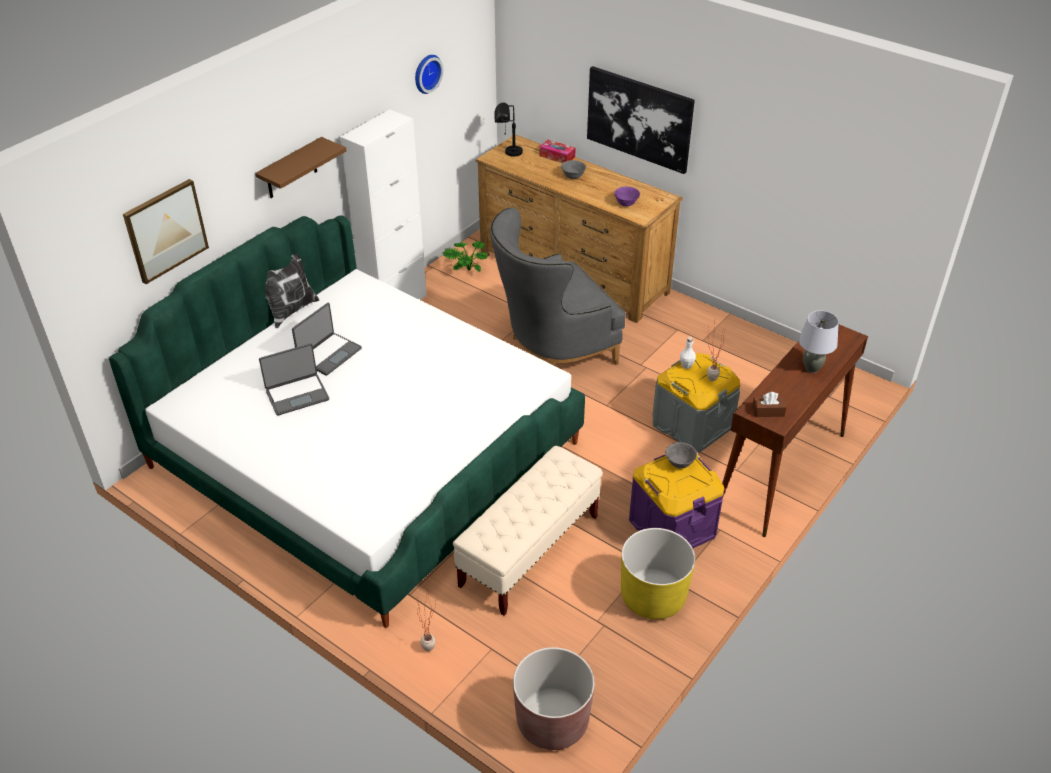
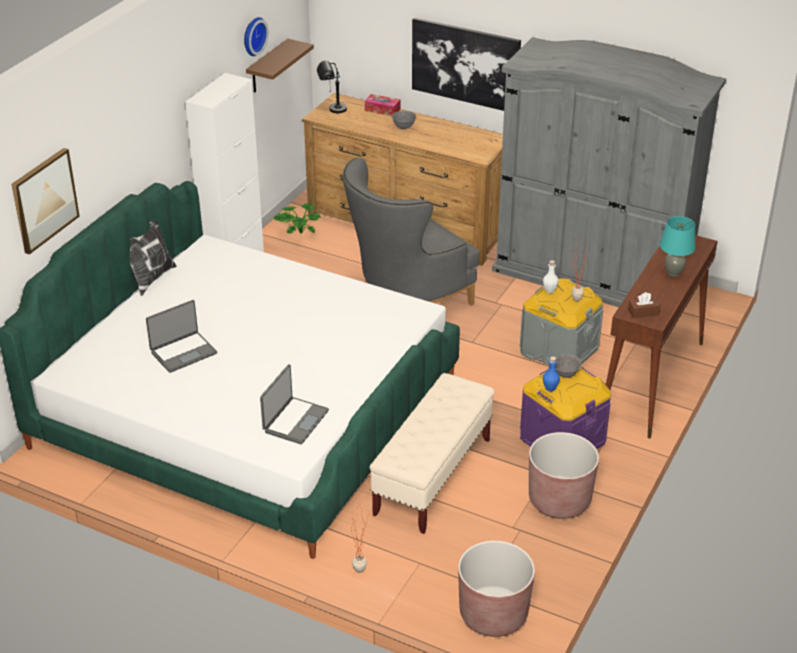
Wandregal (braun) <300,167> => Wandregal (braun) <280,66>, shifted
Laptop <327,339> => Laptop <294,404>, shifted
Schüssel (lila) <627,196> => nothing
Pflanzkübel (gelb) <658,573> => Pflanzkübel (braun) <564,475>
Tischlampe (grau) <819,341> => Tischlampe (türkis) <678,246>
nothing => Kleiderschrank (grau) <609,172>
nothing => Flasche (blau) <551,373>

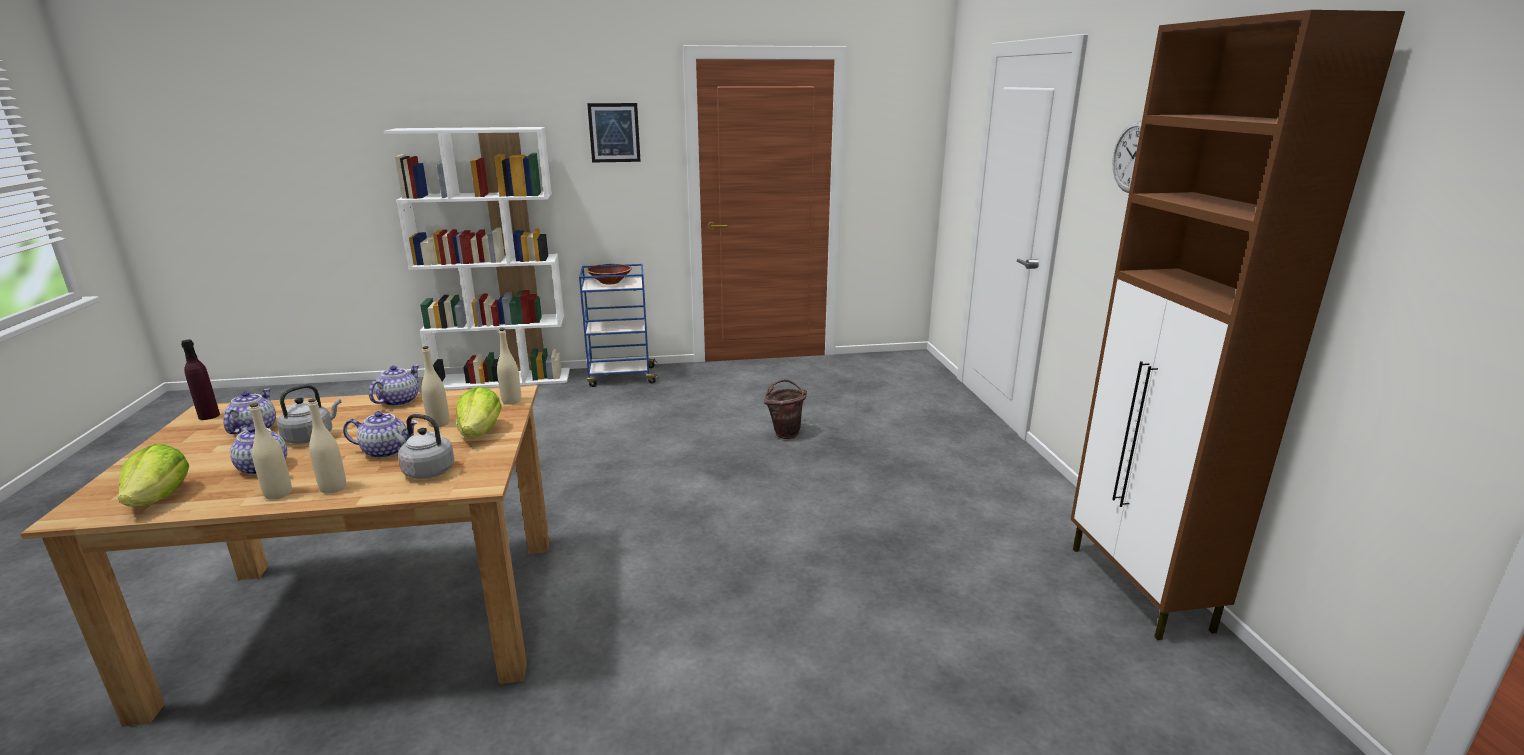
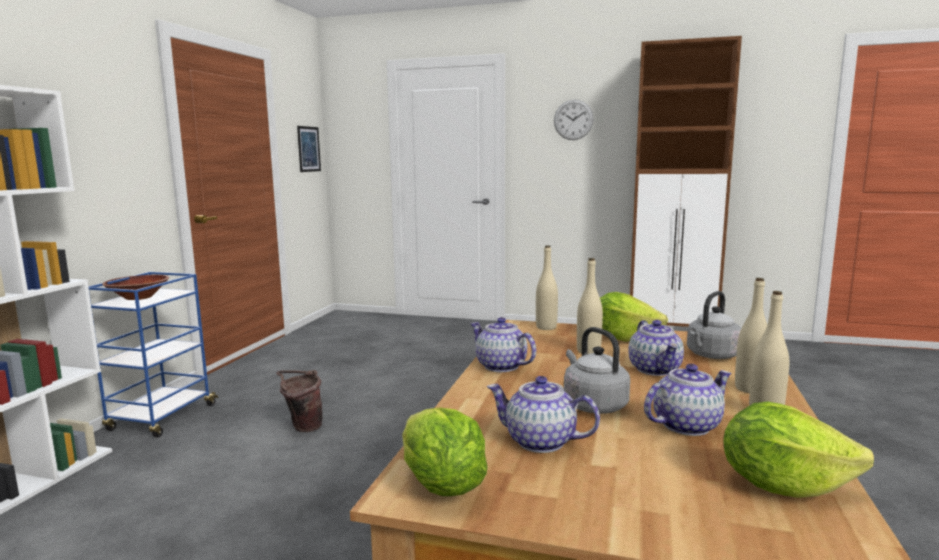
Flasche (lila) <200,379> => Salatkopf <445,451>
Teekanne <380,434> => Teekanne <656,348>, 150 degrees clockwise
Bild <614,132> => Bild <309,149>, shifted
Eimer (braun) <785,409> => Eimer (braun) <299,401>, shifted

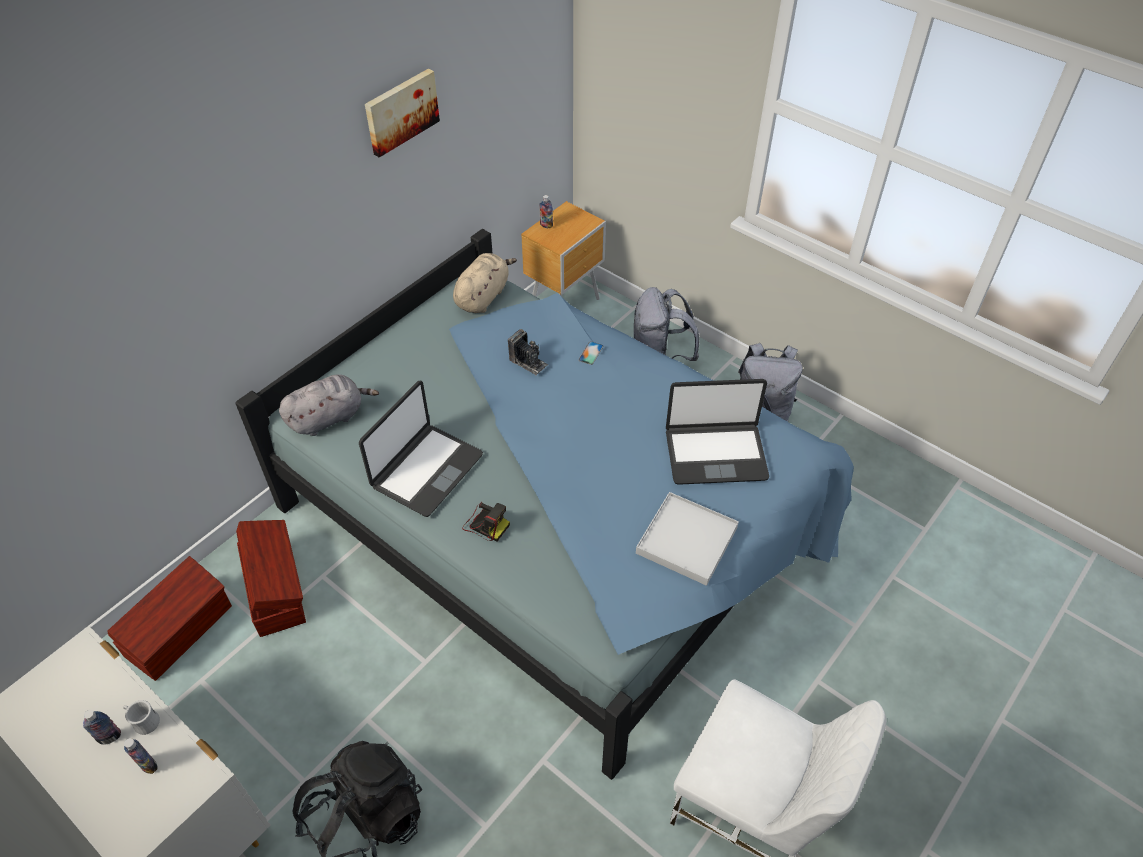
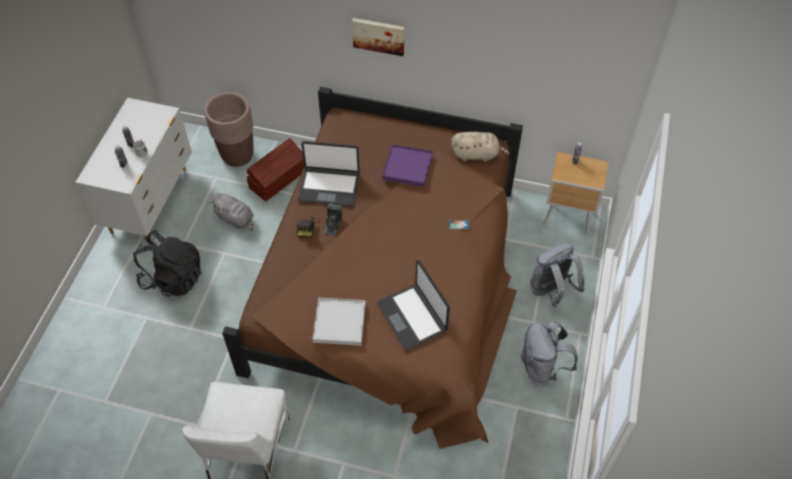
Aufbewahrungsbox (braun) <169,618> => Pflanzkübel (braun) <229,129>
Bett (blau) <544,504> => Bett (braun) <372,268>
Plüschtier (grau) <329,405> => Plüschtier (grau) <231,212>, shifted
Bild <402,113> => Bild <378,37>, shifted
Kamera <528,352> => Kamera <333,219>, shifted
nothing => Tablett (lila) <407,165>

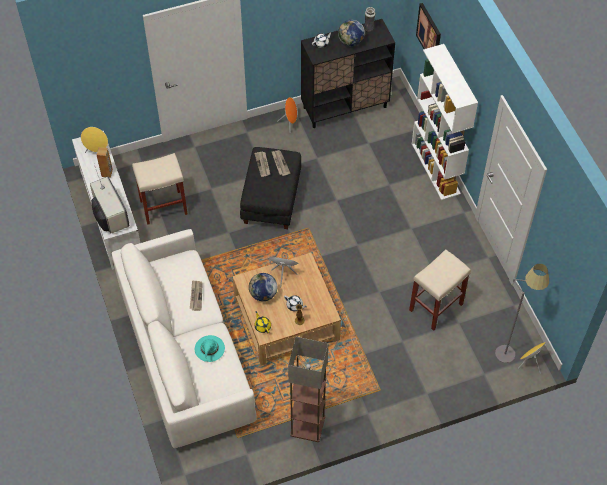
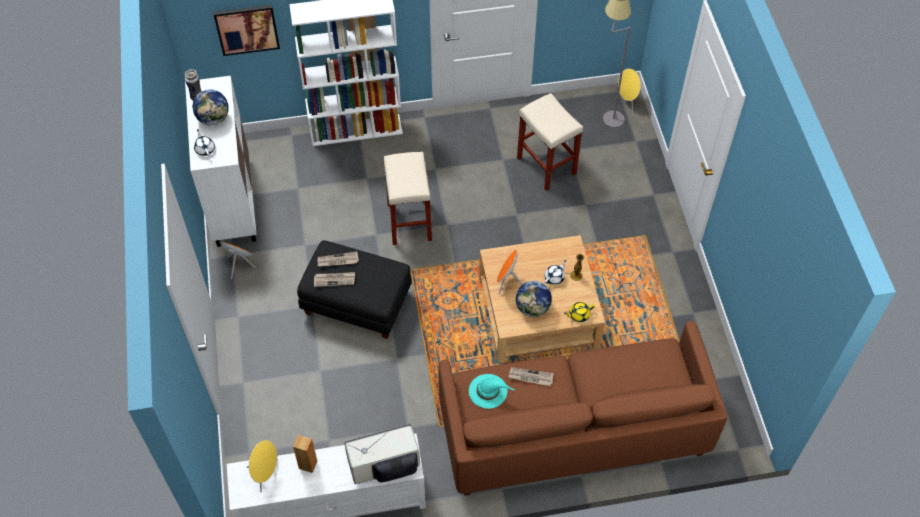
Sofa (weiß) <184,338> => Sofa (braun) <582,408>
Hocker (beige) <160,189> => Hocker (beige) <407,198>, shifted
Hut (türkis) <210,348> => Hut (türkis) <492,391>, shifted
Stehlampe <308,389> => nothing
Schrank (schwarz) <348,73> => Schrank (weiß) <221,161>

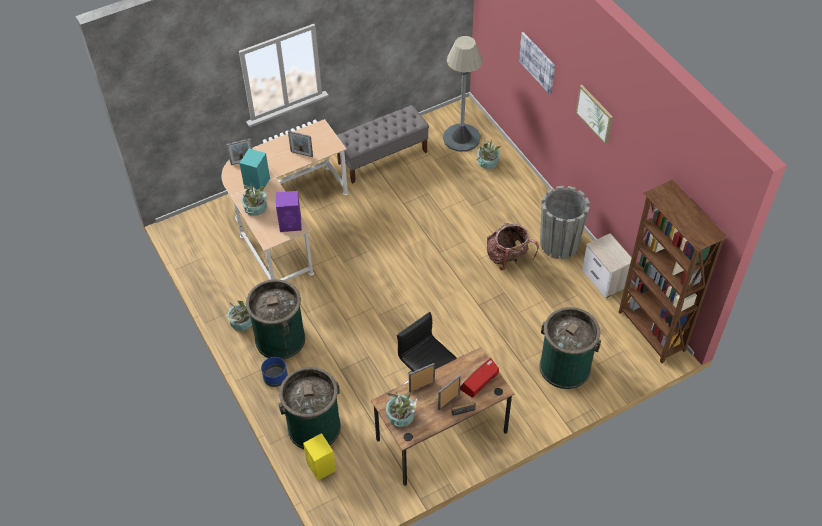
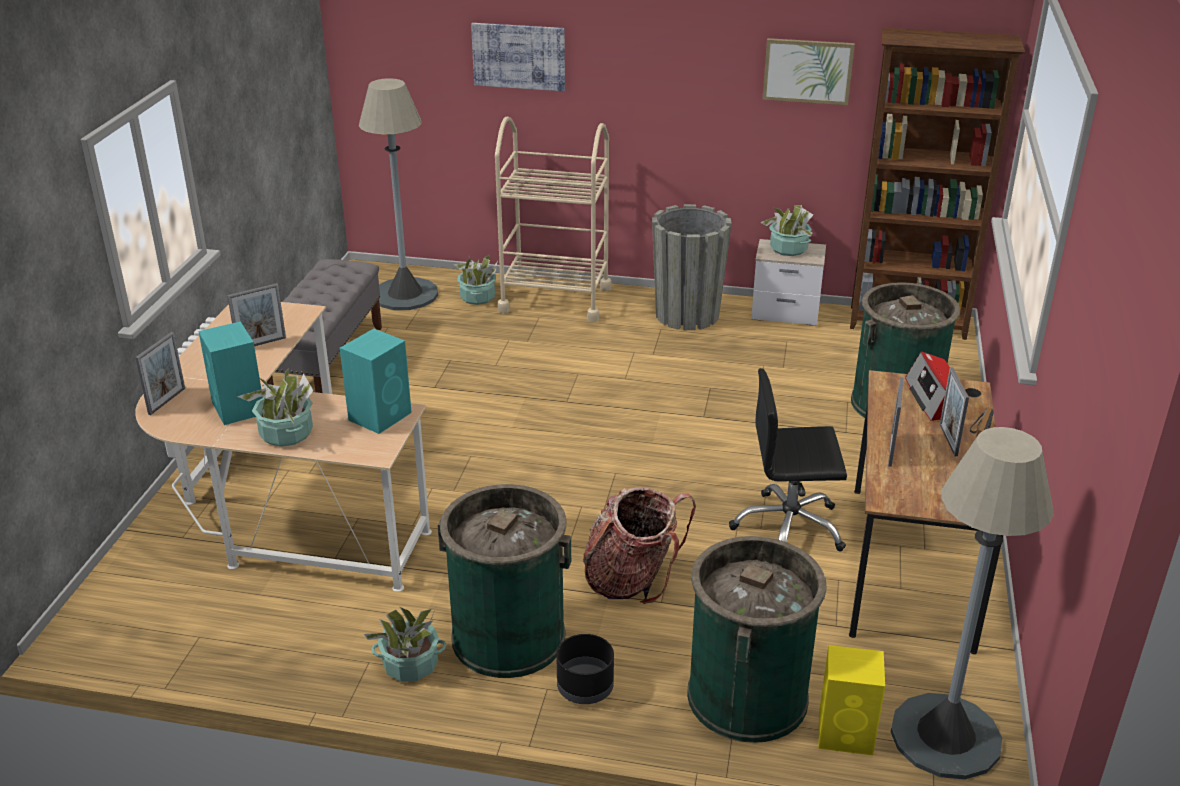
Pflanzkübel (blau) <274,372> => Pflanzkübel (schwarz) <585,669>
Lautsprecher (lila) <289,211> => Lautsprecher (türkis) <376,381>
Topfpflanze <401,409> => Topfpflanze <786,230>, shifted
Rucksack <513,247> => Rucksack <639,545>, shifted
Bild <594,115> => Bild <808,71>, shifted
nothing => Rollwagen (beige) <553,219>
nothing => Stehlampe (grau) <972,603>

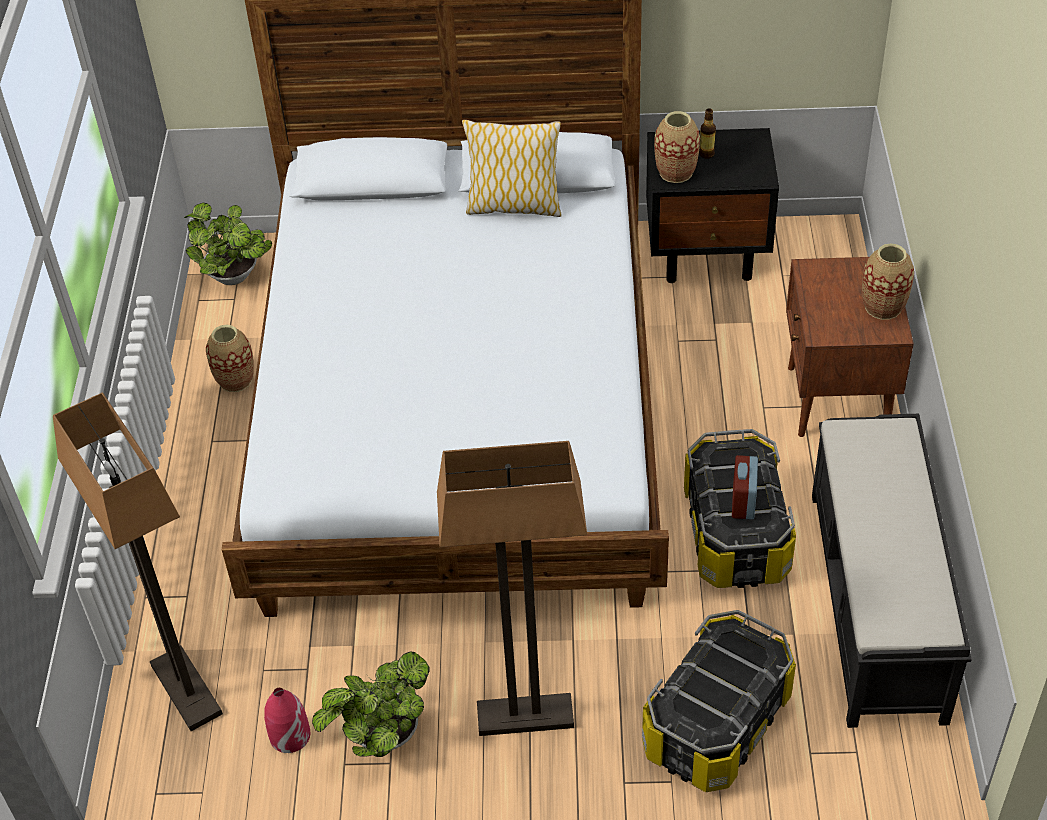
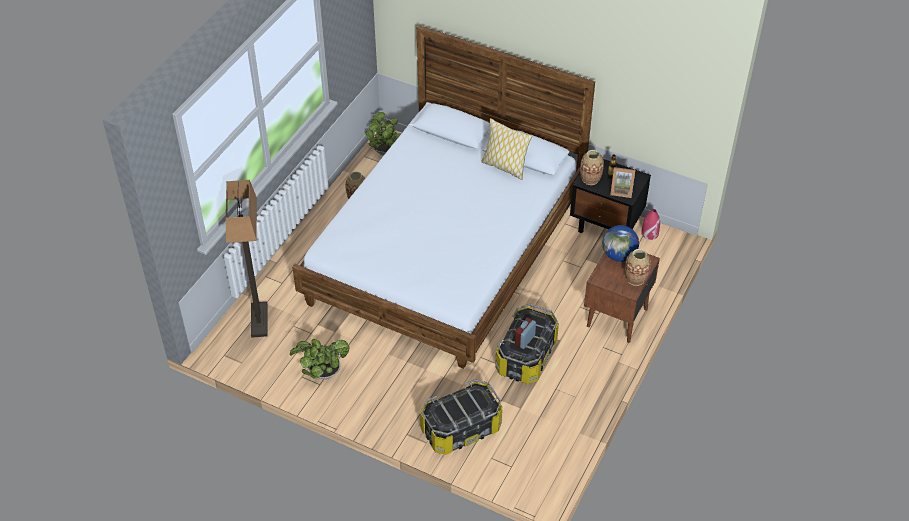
Vase (rot) <287,720> => Vase (rot) <650,224>, shifted
Stehlampe <512,588> => nothing
Bank (schwarz) <892,571> => nothing
nothing => Globus <620,243>
nothing => Bilderrahmen <622,182>

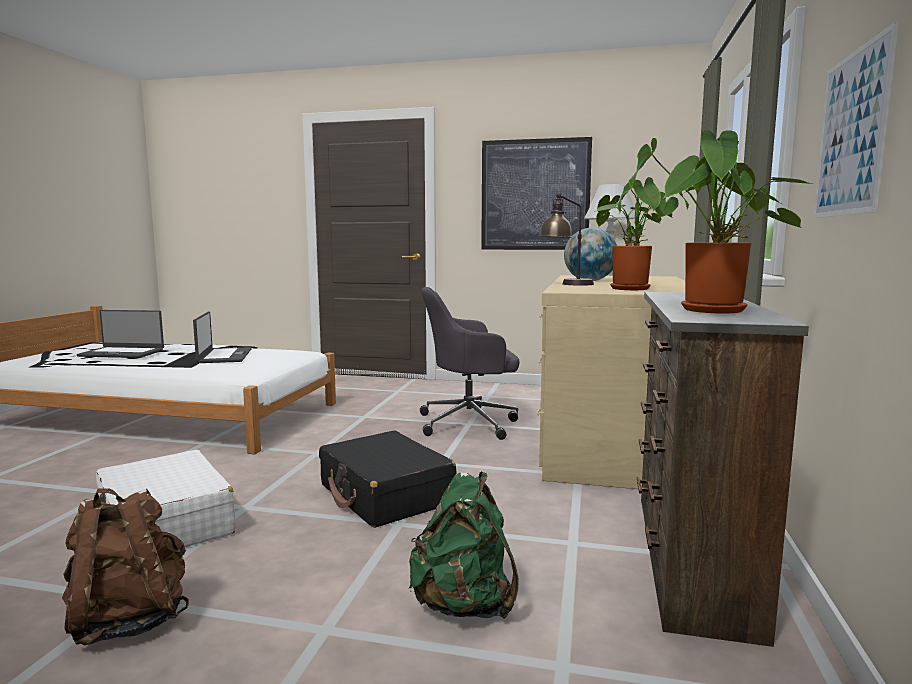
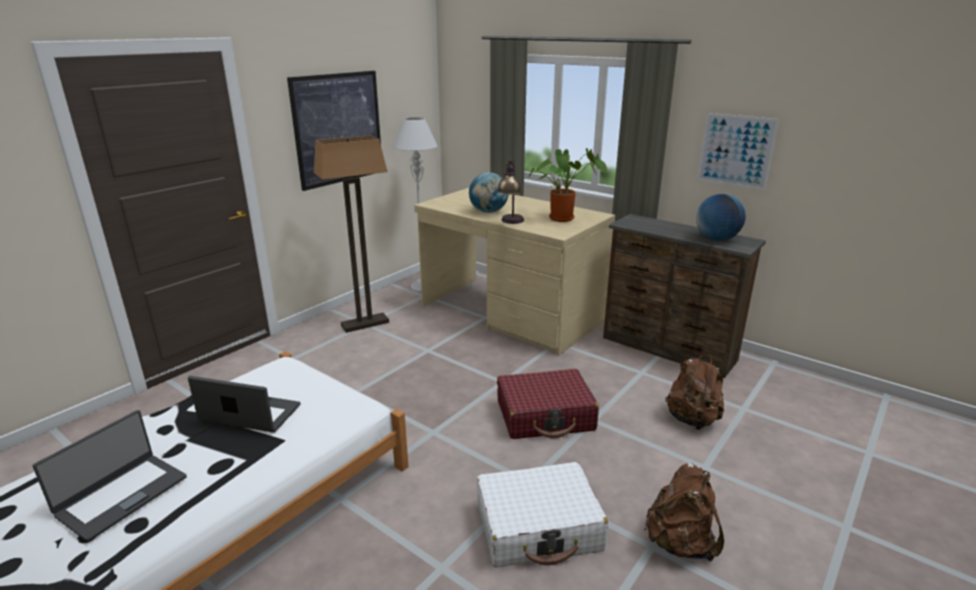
Koffer (schwarz) <388,479> => Koffer (rot) <548,404>
Rucksack (grün) <463,545> => Rucksack (braun) <694,391>
Bürostuhl (grau) <470,363> => nothing
Topfpflanze <720,222> => Globus <721,217>
nothing => Stehlampe <351,234>

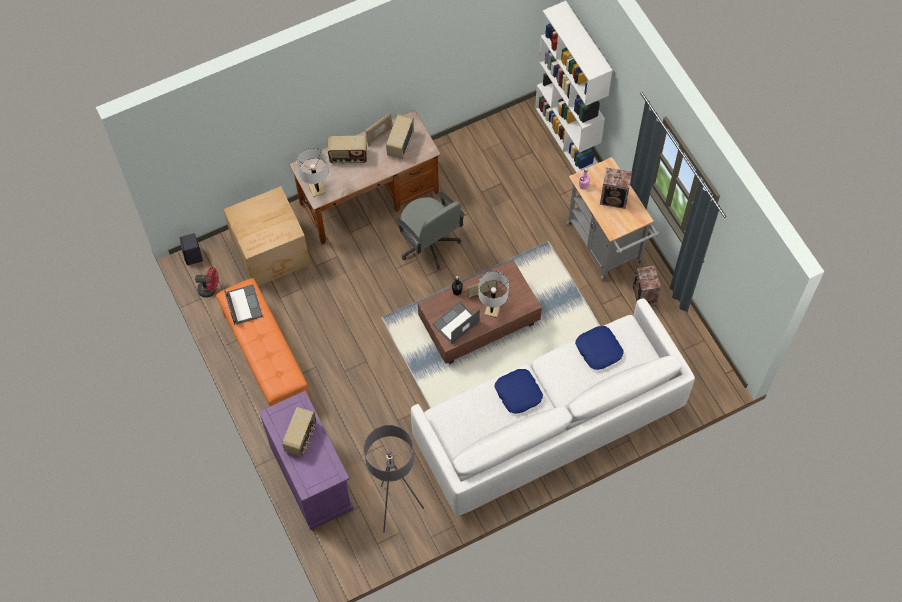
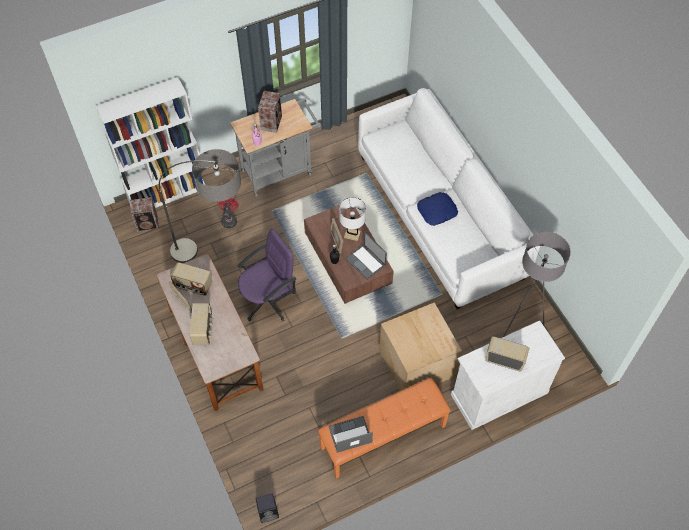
Ventilator (rot) <207,282> => Ventilator (rot) <228,213>, shifted
Karton <267,236> => Karton <420,346>, shifted
Schrank (lila) <306,460> => Schrank (weiß) <508,375>
Tischlampe (weiß) <313,172> => nothing
Bürostuhl (grau) <430,231> => Bürostuhl (lila) <266,275>
Kissen (blau) <599,348> => nothing
Lautsprecher <646,285> => Lautsprecher <144,214>, shifted
nothing => Stehlampe <200,206>

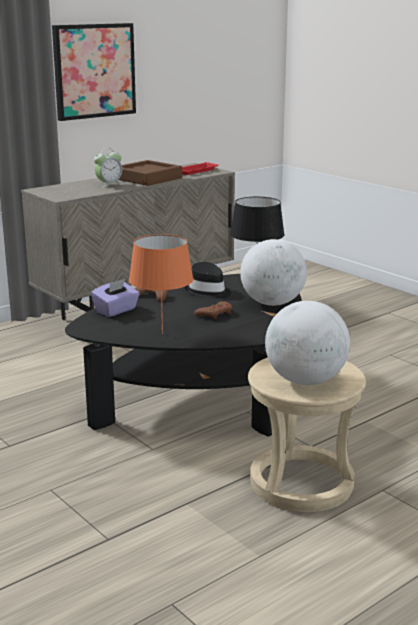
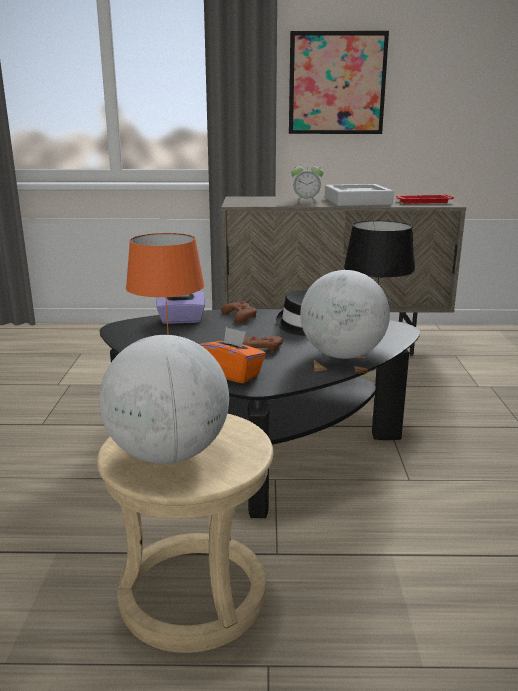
Tablett (braun) <150,173> => Tablett (grau) <359,195>
nothing => Taschentuchbox (orange) <232,355>

